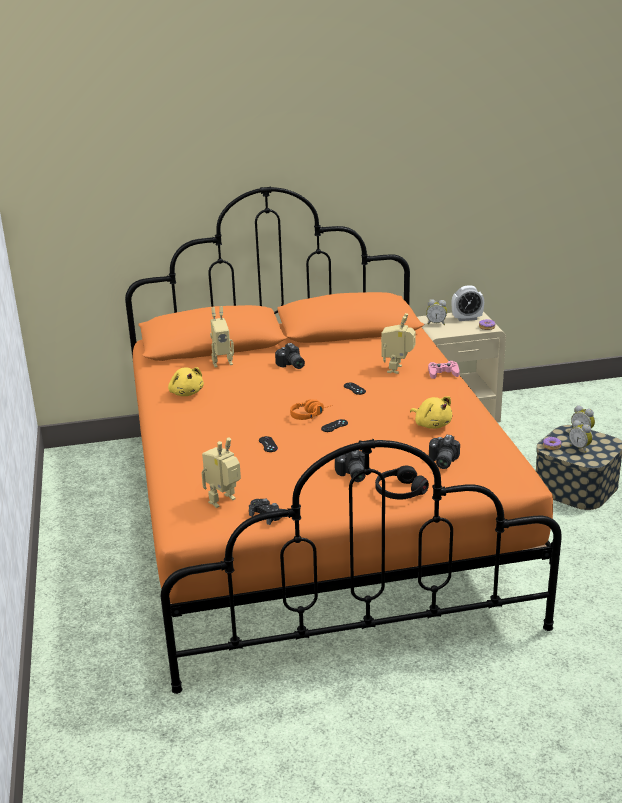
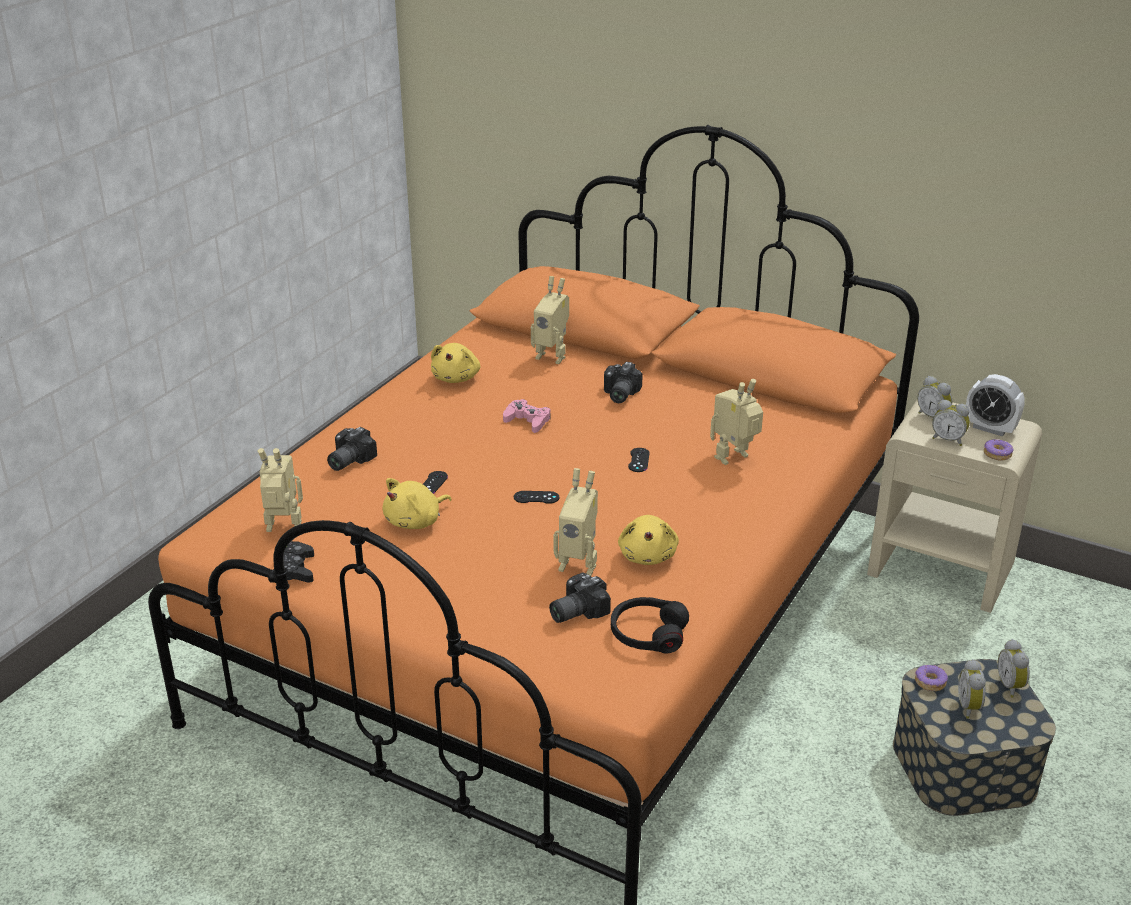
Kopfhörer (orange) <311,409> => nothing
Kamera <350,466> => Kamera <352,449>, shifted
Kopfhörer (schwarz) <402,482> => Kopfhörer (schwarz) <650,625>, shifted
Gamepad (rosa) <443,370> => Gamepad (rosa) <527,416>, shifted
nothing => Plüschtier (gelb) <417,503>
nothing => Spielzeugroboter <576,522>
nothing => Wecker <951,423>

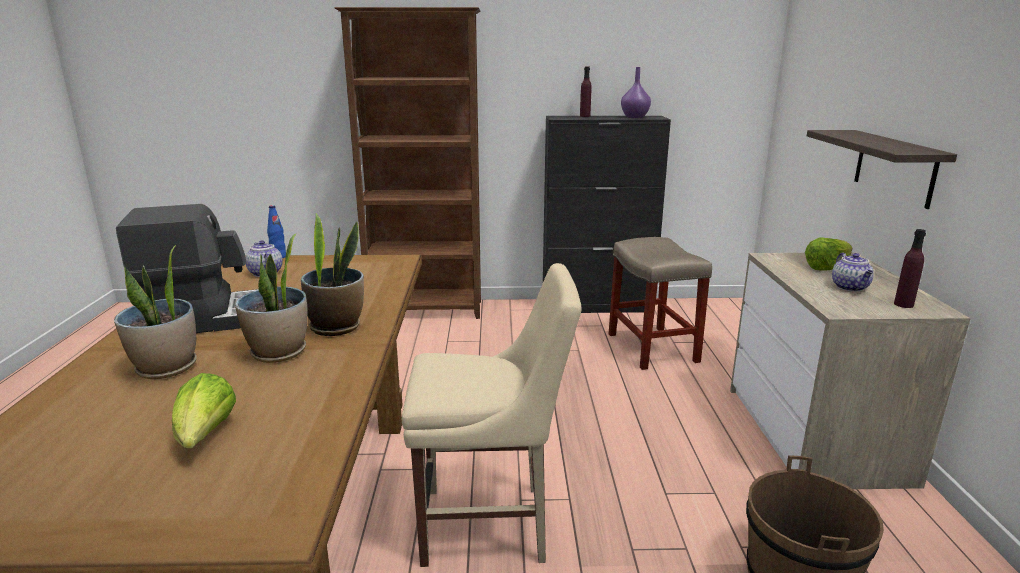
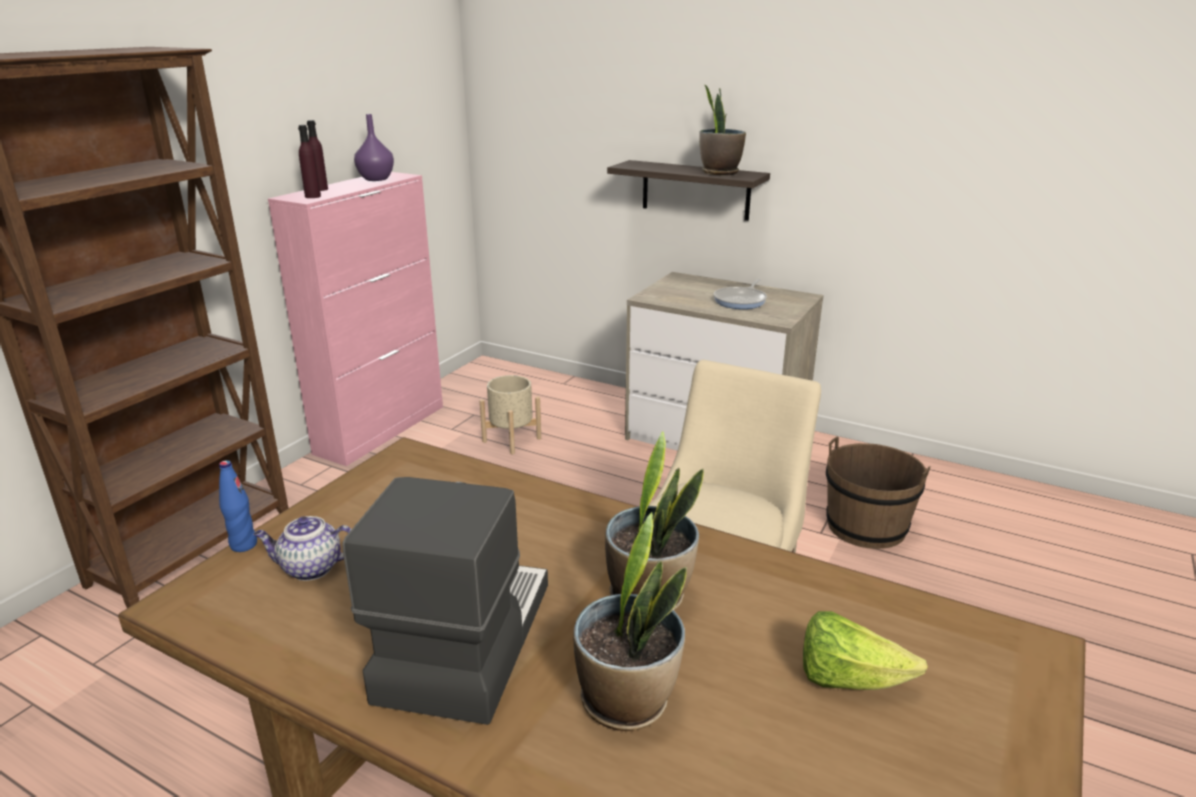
Topfpflanze <332,274> => Topfpflanze <722,129>, shifted
Schrank (schwarz) <607,214> => Schrank (rosa) <355,319>
Hocker (beige) <660,303> => Pflanzkübel (beige) <510,414>
Salatkopf <828,254> => nothing
Teekanne <853,272> => Pfanne <740,294>
Flasche (lila) <910,268> => Flasche (lila) <309,161>, shifted

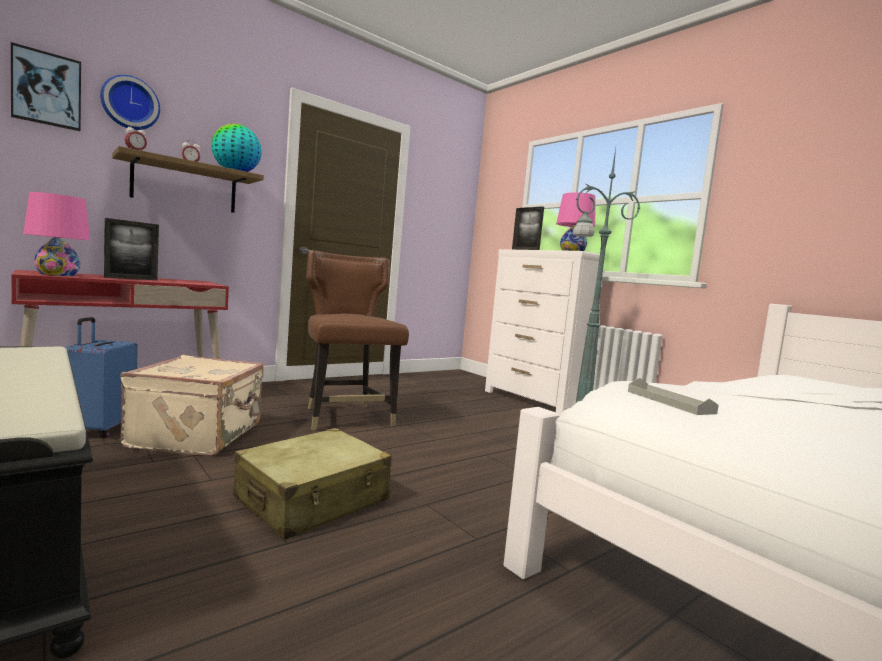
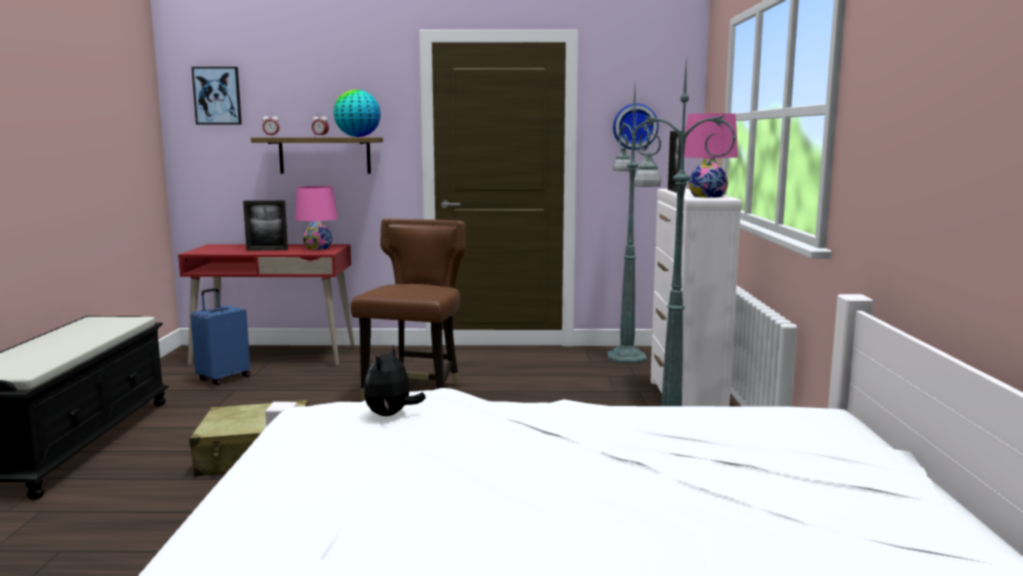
Tischlampe (rosa) <56,234> => Tischlampe (rosa) <316,218>, shifted
Wanduhr <130,102> => Wanduhr <636,127>, shifted
Koffer (beige) <191,405> => nothing
Tablett (grau) <673,396> => Plüschtier <395,380>
nothing => Stehlampe (grün) <628,226>

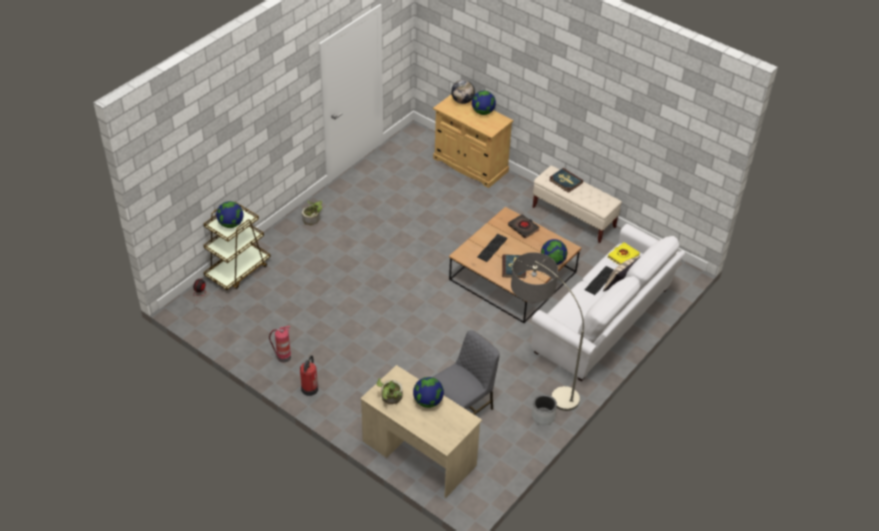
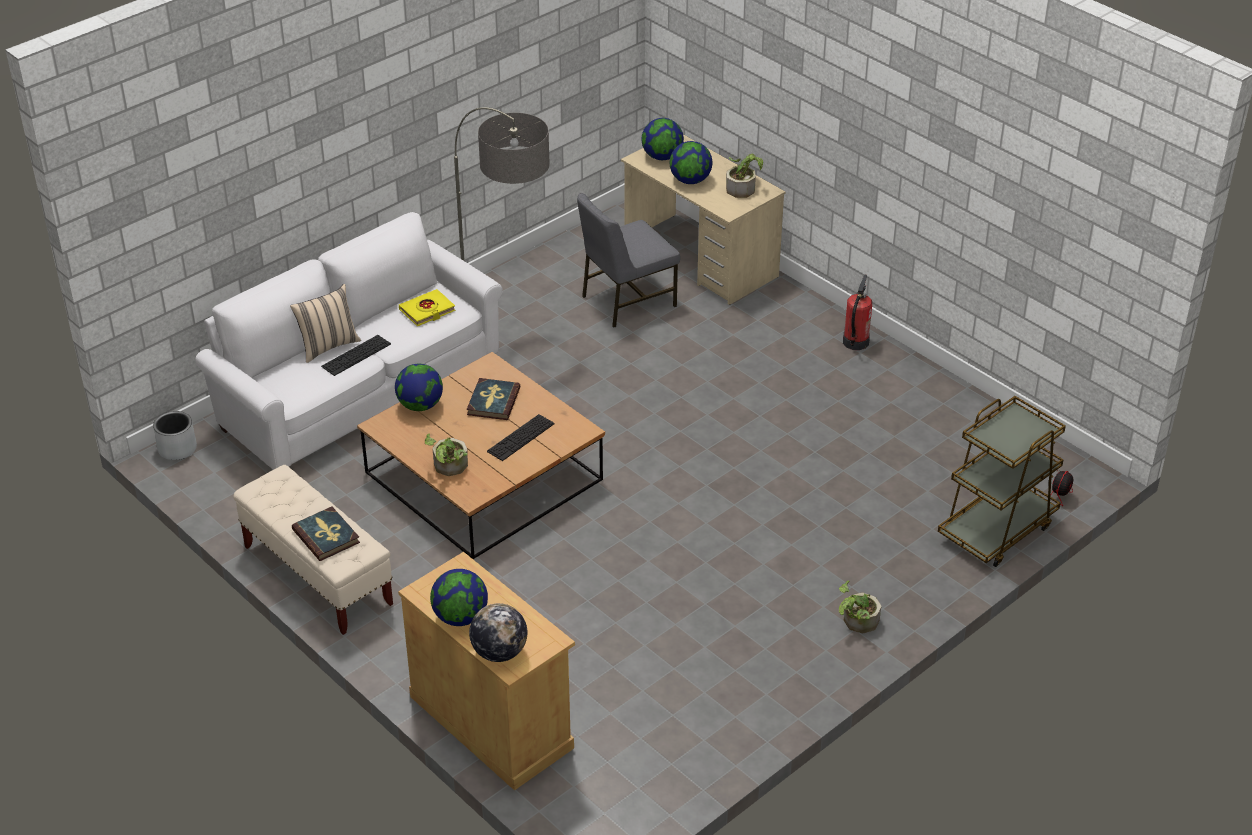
Globus <229,214> => Globus <663,139>, shifted
Feuerlöscher <280,344> => nothing
Buch (schwarz) <524,226> => Topfpflanze <446,455>
Pflanzkübel (grau) <544,409> => Pflanzkübel (grau) <175,435>, shifted
Buch (gelb) <624,253> => Buch (gelb) <427,307>, shifted

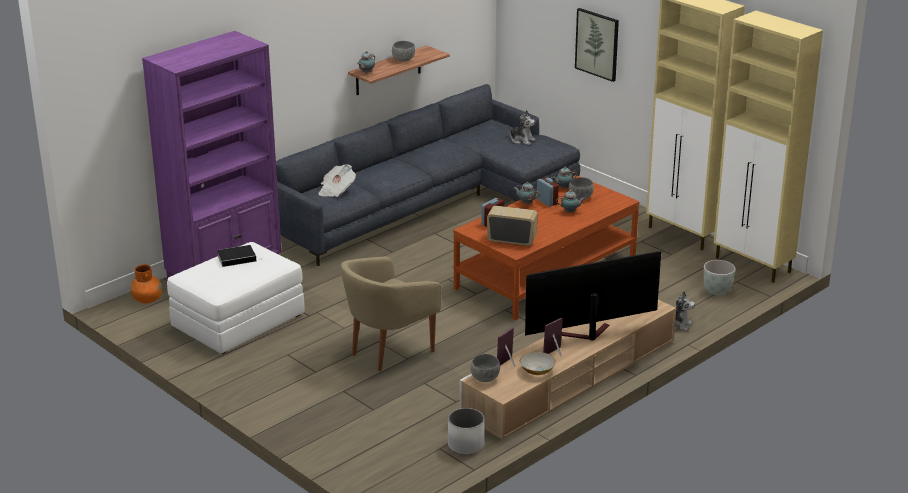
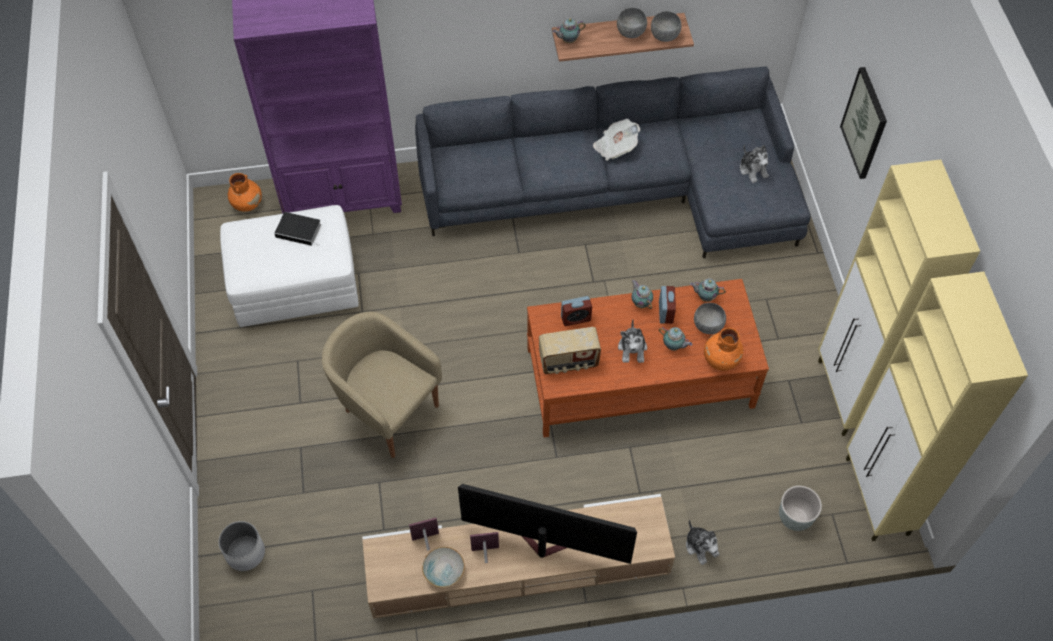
Zeitung <337,180> => Zeitung <616,140>, shifted
Sessel (beige) <391,314> => Sessel (beige) <382,385>, 45 degrees clockwise
Pflanzkübel (weiß) <466,431> => Pflanzkübel (weiß) <241,546>, shifted
Schüssel (grau) <485,368> => Schüssel (grau) <666,26>, shifted
Radio <512,226> => Radio <570,350>, 120 degrees clockwise
nothing => Plüschtier <632,341>
nothing => Vase (orange) <723,349>

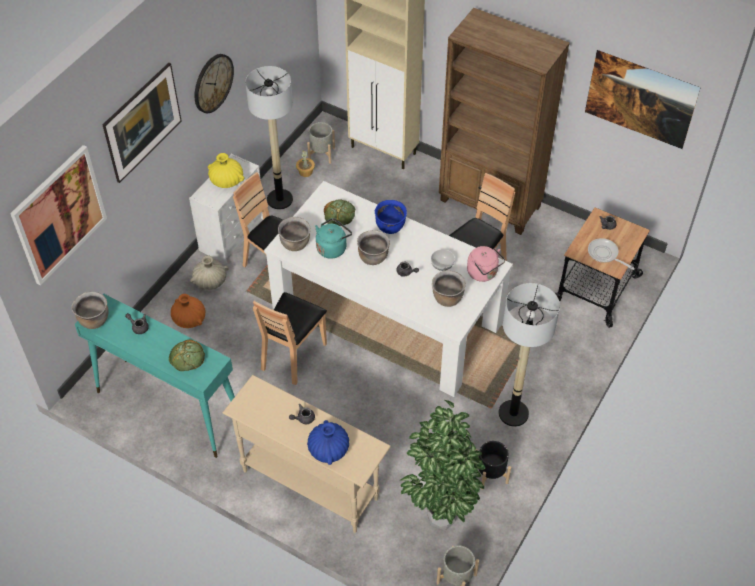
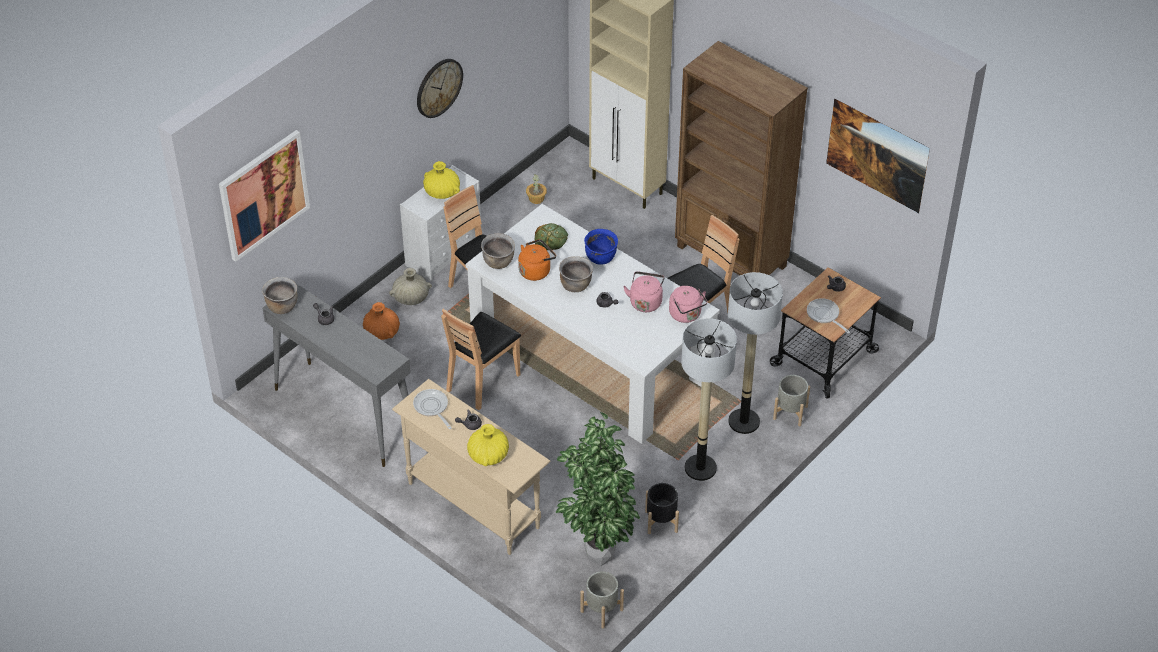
Konsolentisch (türkis) <155,375> => Konsolentisch (grau) <337,375>
Bild <142,123> => nothing
Brot <187,355> => nothing
Stehlampe <269,138> => Stehlampe <755,353>, shifted
Pflanzkübel (grau) <321,143> => Pflanzkübel (grau) <791,400>, shifted
Vase (blau) <328,442> => Vase (gelb) <488,445>
Wasserkessel (türkis) <333,238> => Wasserkessel (orange) <537,260>
Schüssel <443,260> => Wasserkessel (rosa) <644,291>
Kochtopf (braun) <449,289> => nothing
nothing => Pfanne <432,409>

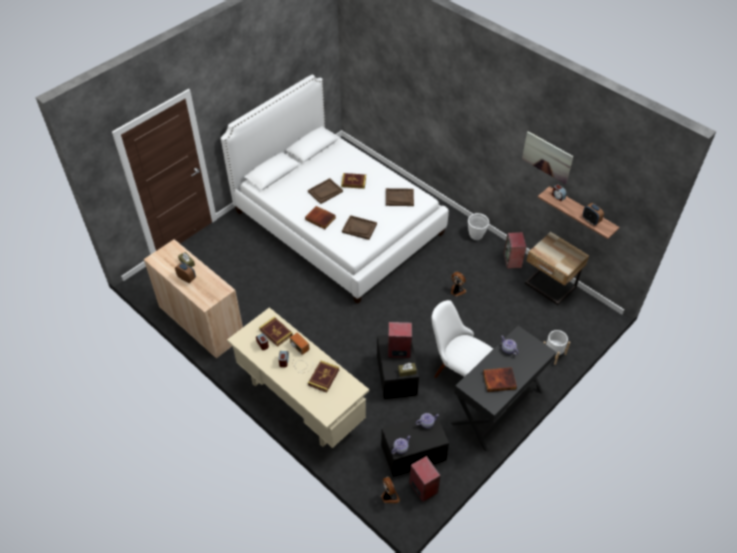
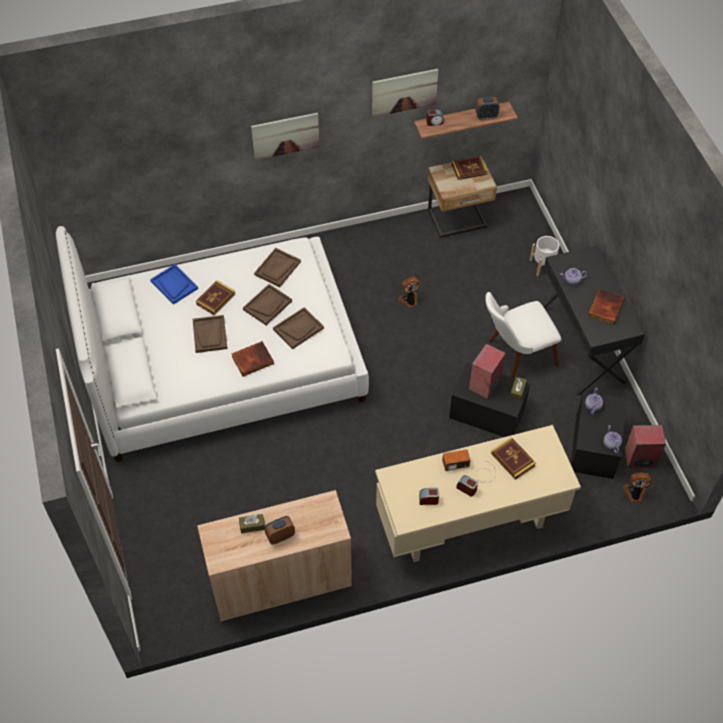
Buch <276,332> => Buch <470,168>, shifted
Pflanzkübel (weiß) <478,226> => nothing
Lautsprecher <515,250> => nothing
nothing => Tablett (blau) <174,284>
nothing => Tablett (braun) <267,304>
nothing => Bild <285,136>

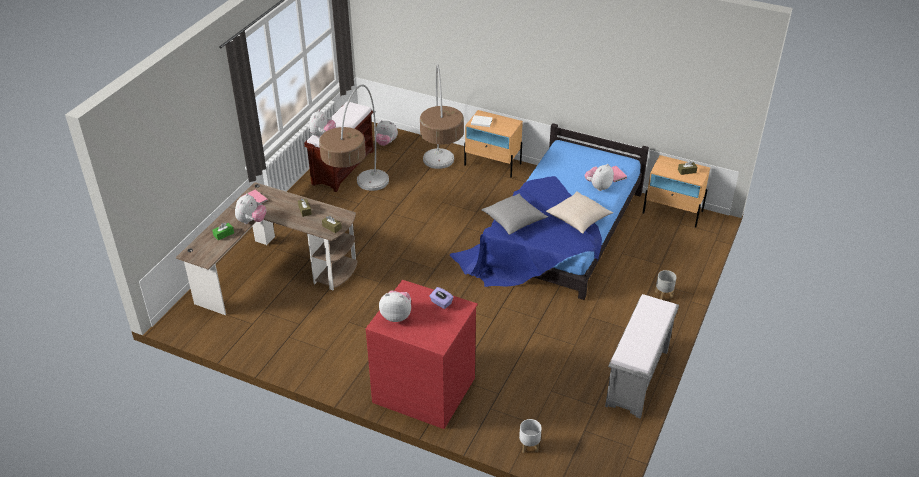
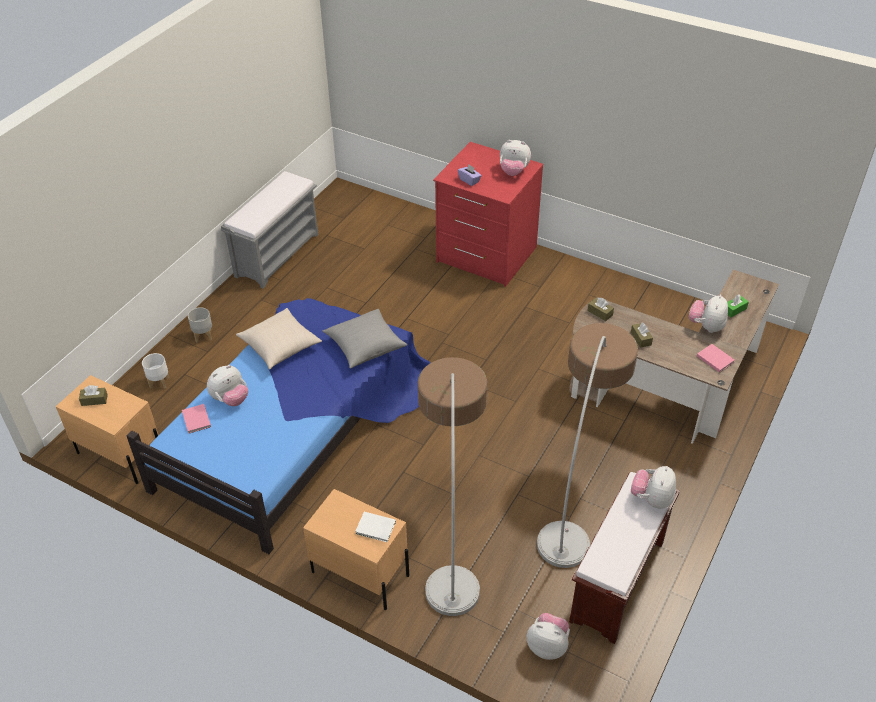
Pflanzkübel (weiß) <530,436> => Pflanzkübel (weiß) <155,371>, shifted

